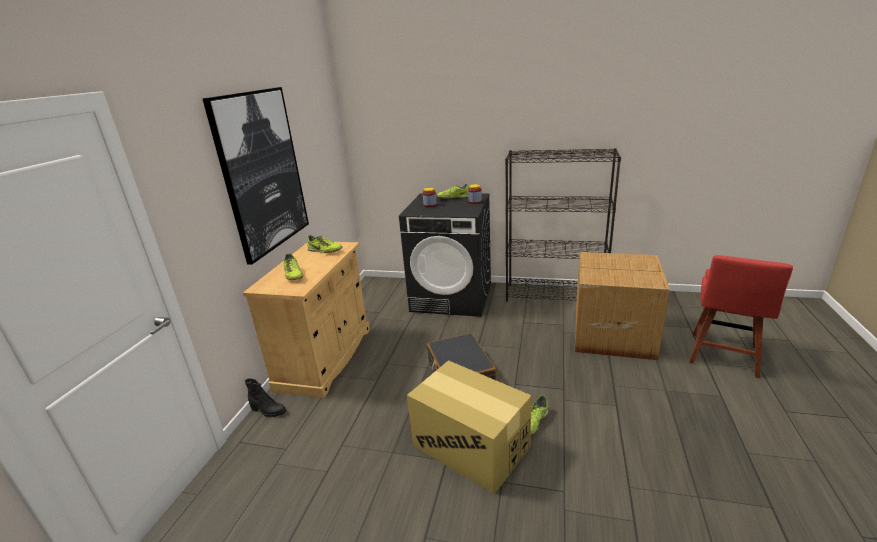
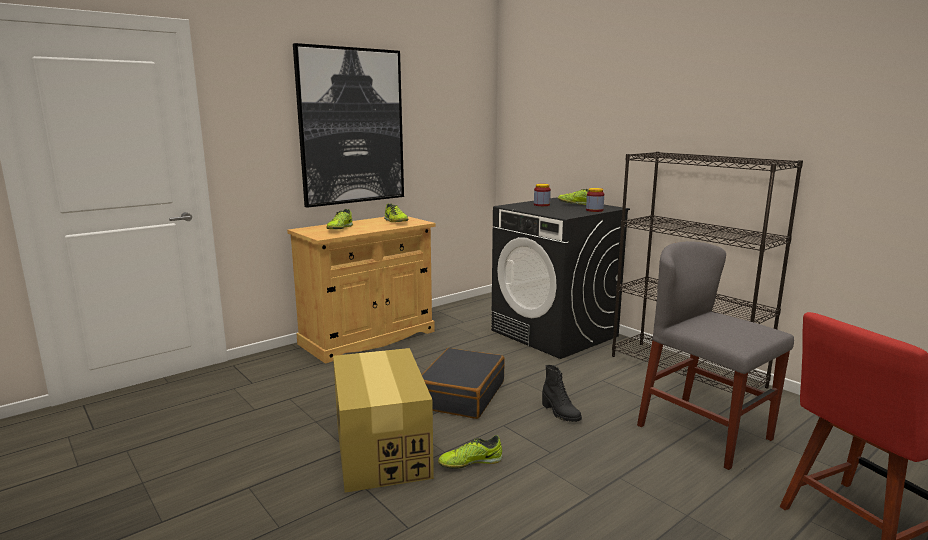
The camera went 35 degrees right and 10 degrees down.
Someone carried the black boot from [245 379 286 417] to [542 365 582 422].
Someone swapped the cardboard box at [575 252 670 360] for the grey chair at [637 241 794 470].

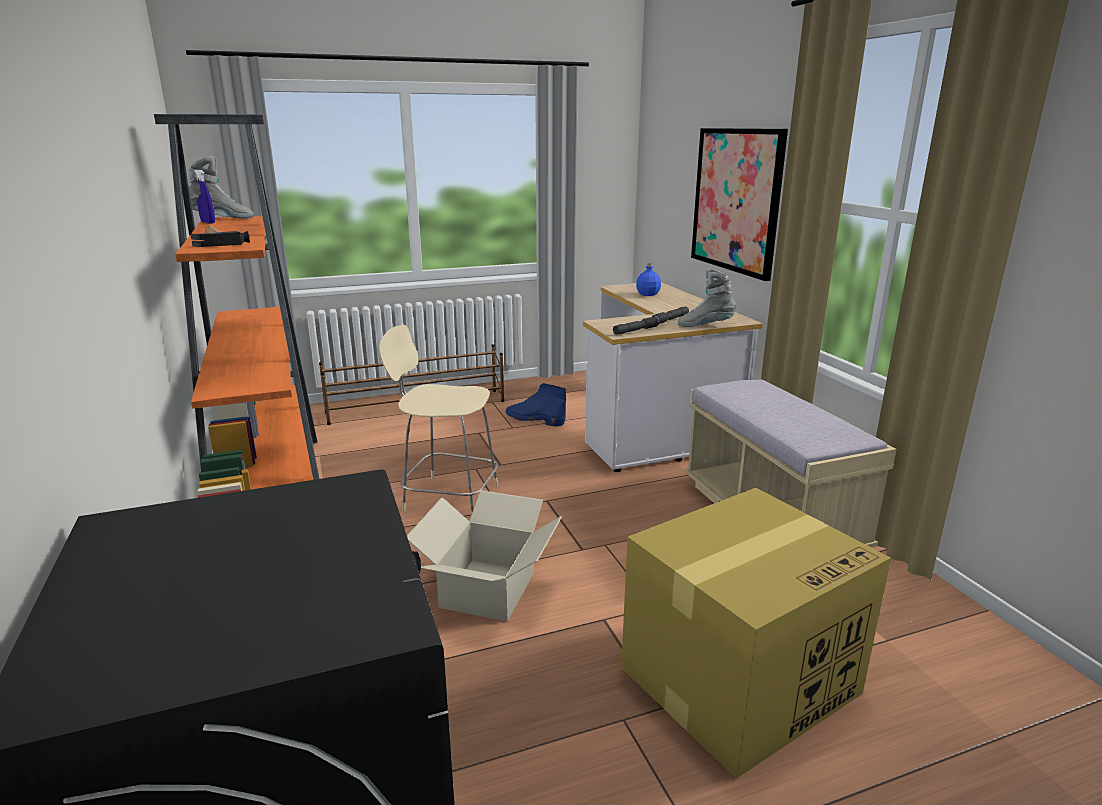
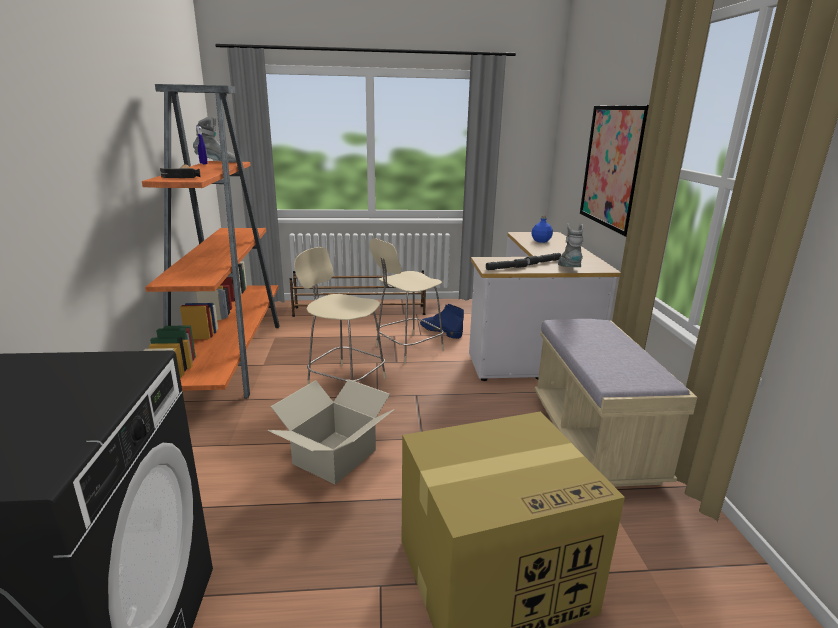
The camera went 15 degrees right and 0 degrees up.
Someone rotated the grey boot at [678 269 736 327] by 75 degrees clockwise.
Someone put down the beige stool at [370 238 444 364].

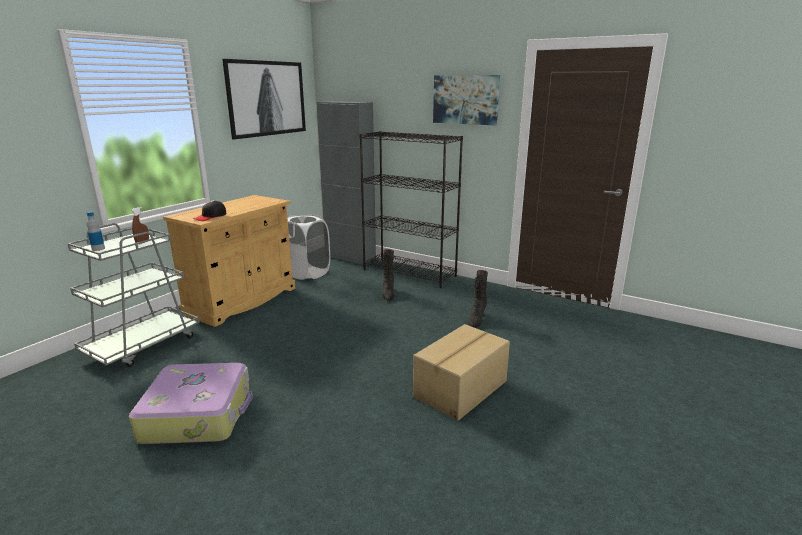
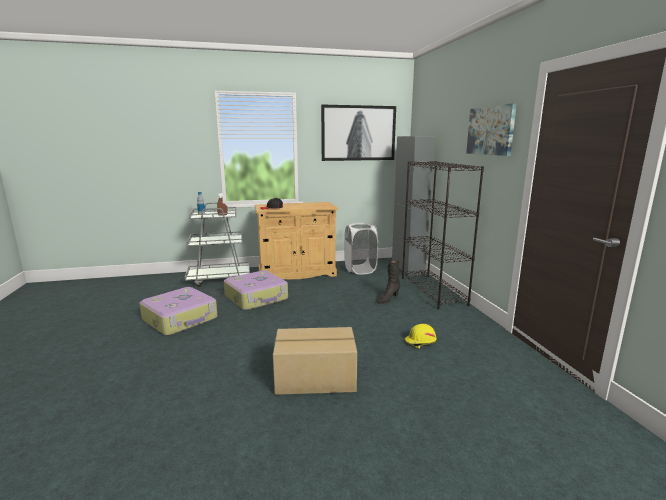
The camera went 45 degrees right and 5 degrees down.
Someone swapped the black boot at [468 270 488 328] for the yellow hard hat at [405 324 437 348].
Someone put down the suitcase at [224 270 288 310].

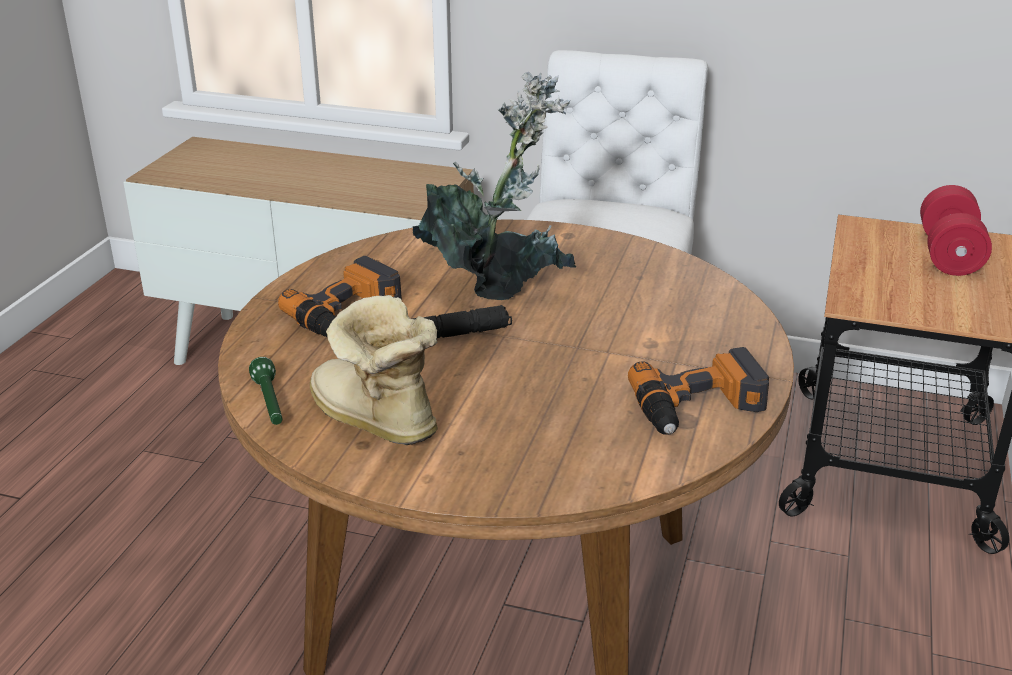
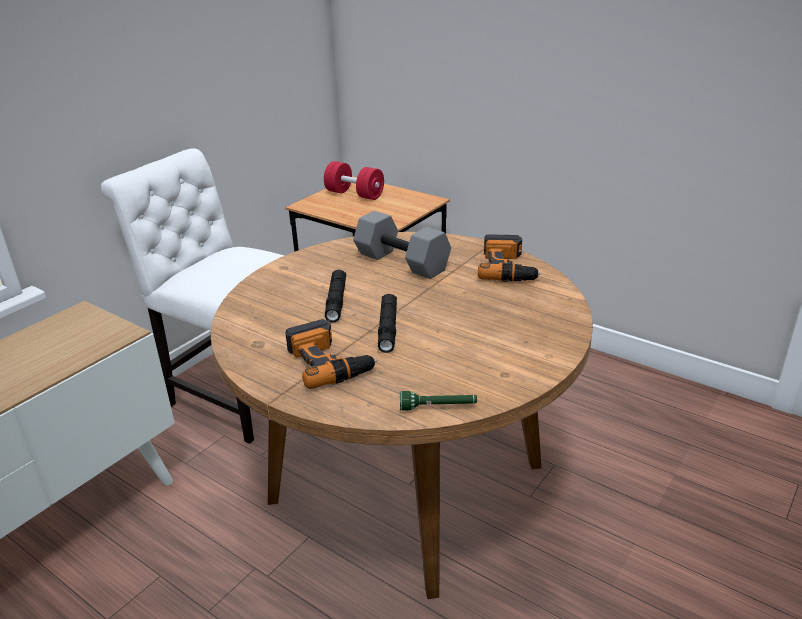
The camera went 70 degrees left and 0 degrees up.
Someone took away the boot at [310 295 438 445].
Someone swapped the potted plant at [413 72 576 300] for the black flashlight at [325 270 346 322].
Someone put down the grey dumbbell at [353 211 451 279].

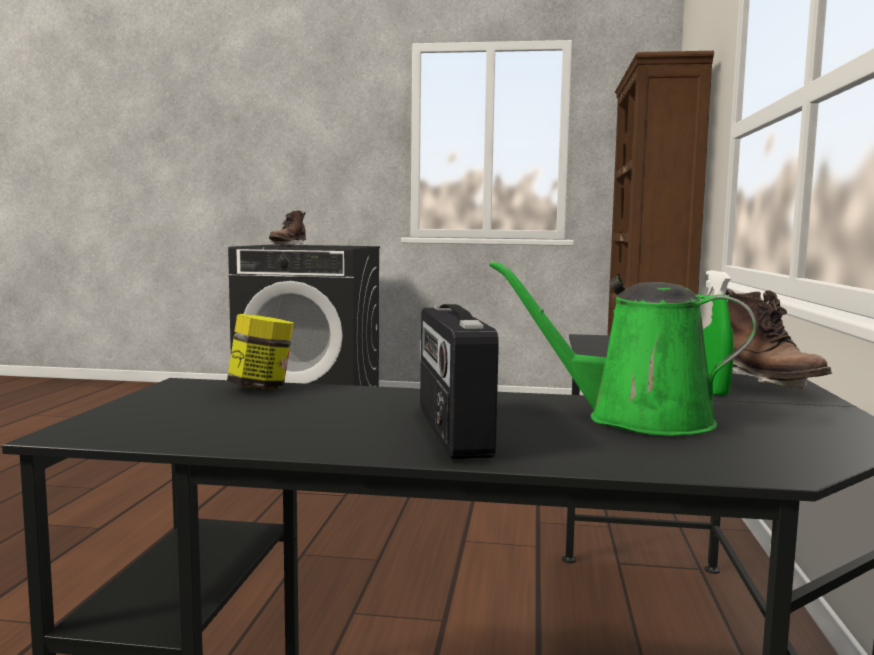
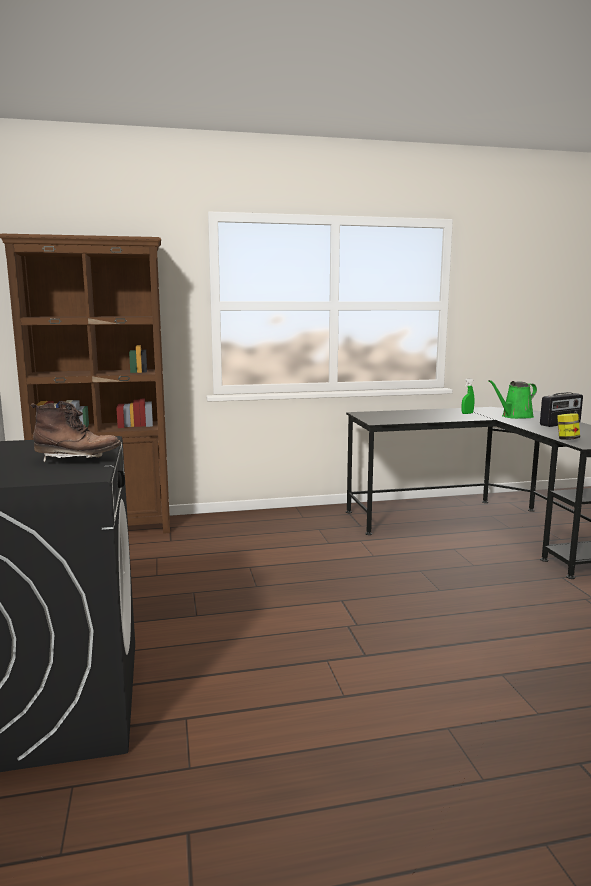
The camera went 110 degrees left and 5 degrees up.
Someone rotated the green watering can at [489 260 757 436] by 60 degrees clockwise.
Someone took away the brown boot at [726 288 832 389].

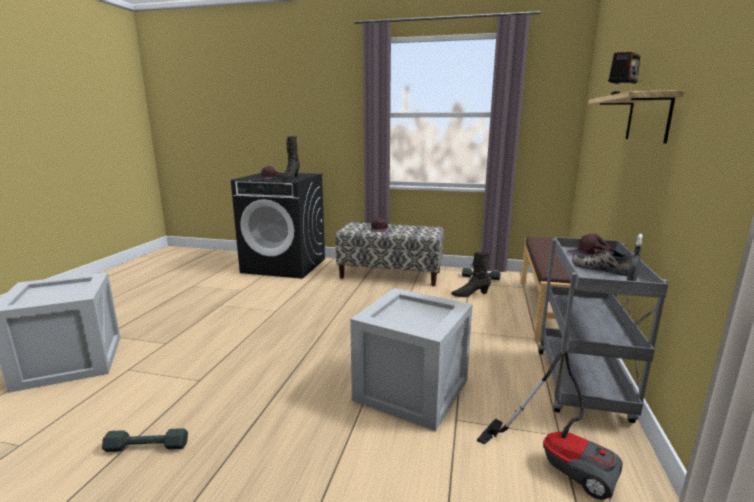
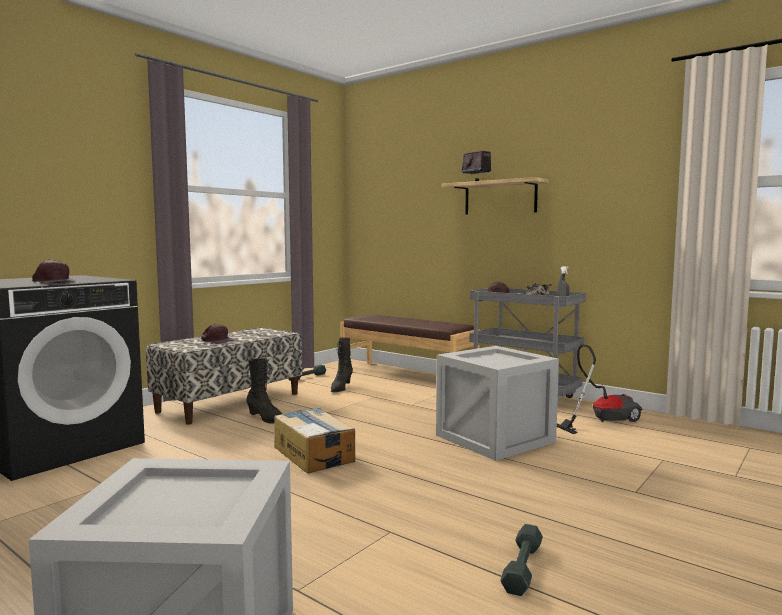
The camera went 65 degrees left and 10 degrees down.
Someone carried the black boot from [283 136 300 180] to [246 358 283 424].
Someone put down the cardboard box at [274 408 355 473].

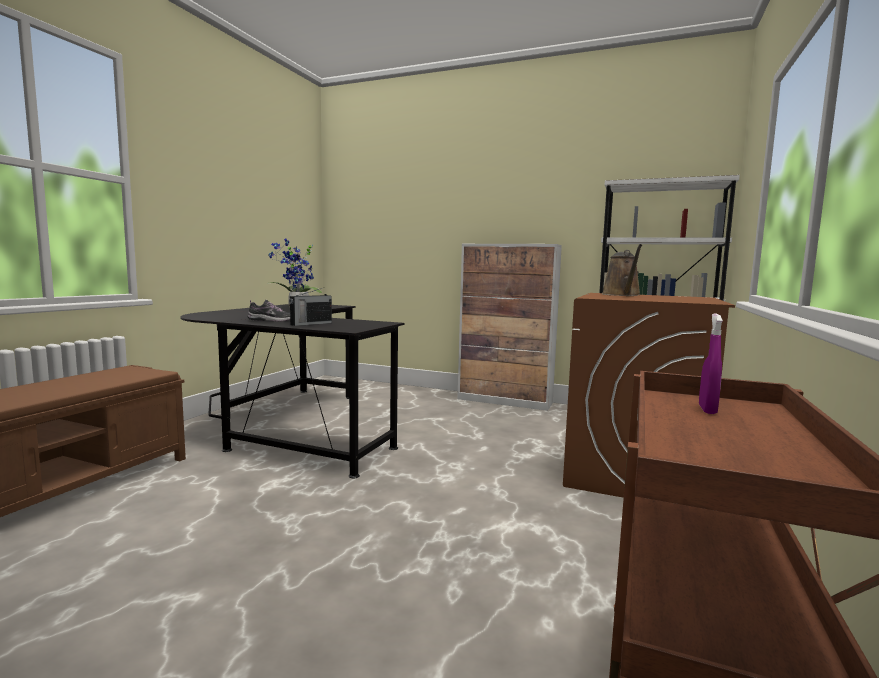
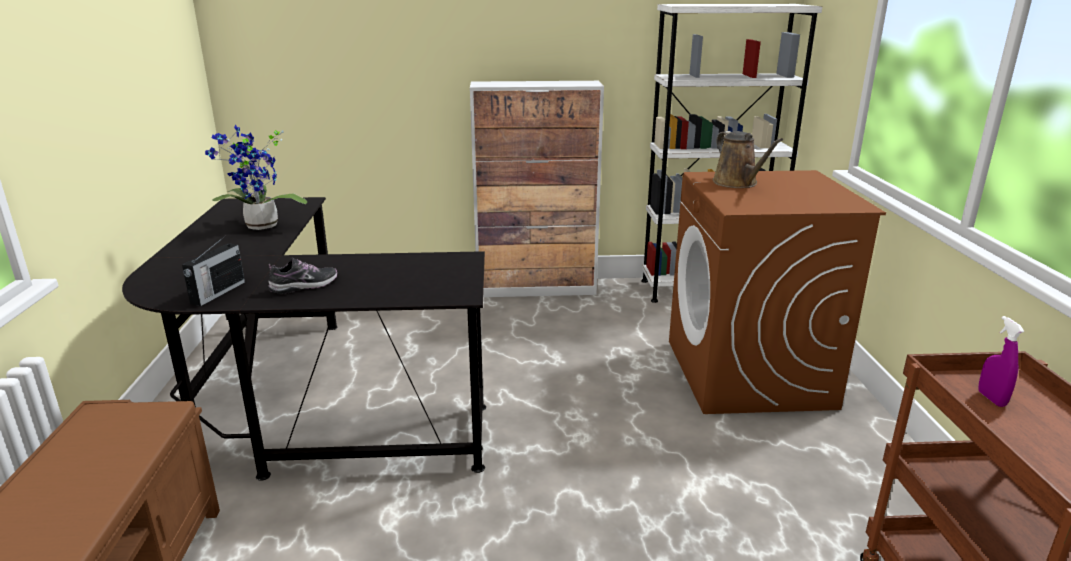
The camera went 25 degrees left and 15 degrees up.
Someone carried the radio from [289 287 332 326] to [182 235 245 306].

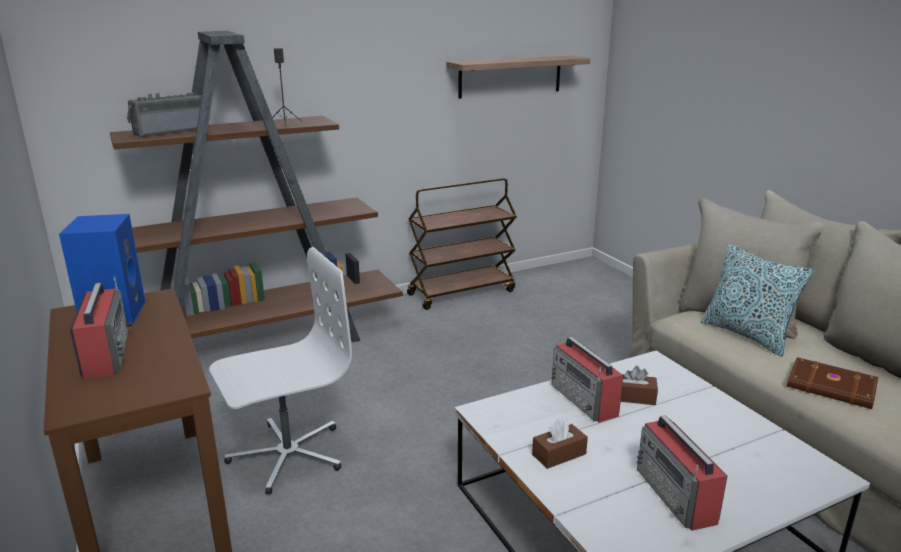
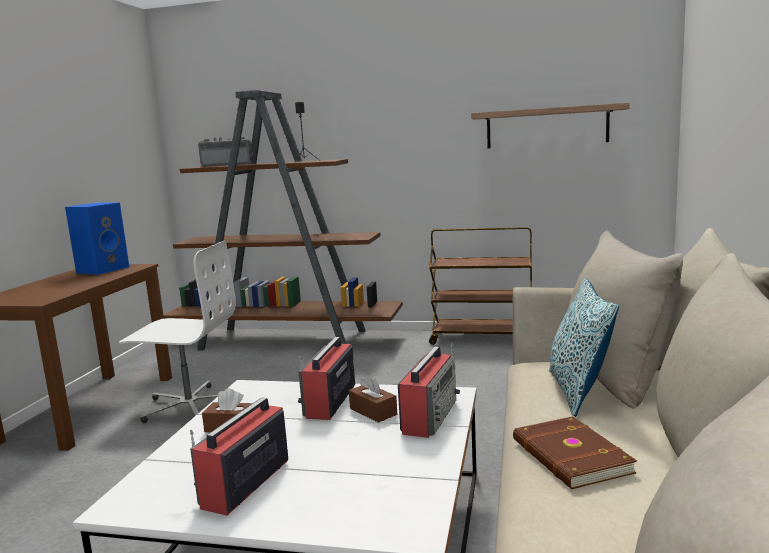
The camera went 40 degrees right and 10 degrees down.
Someone carried the radio from [70 276 132 379] to [398 343 460 438].

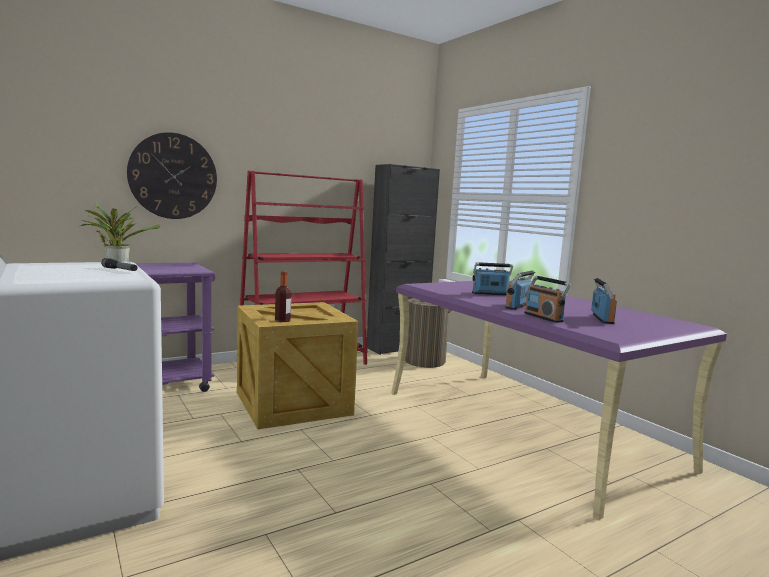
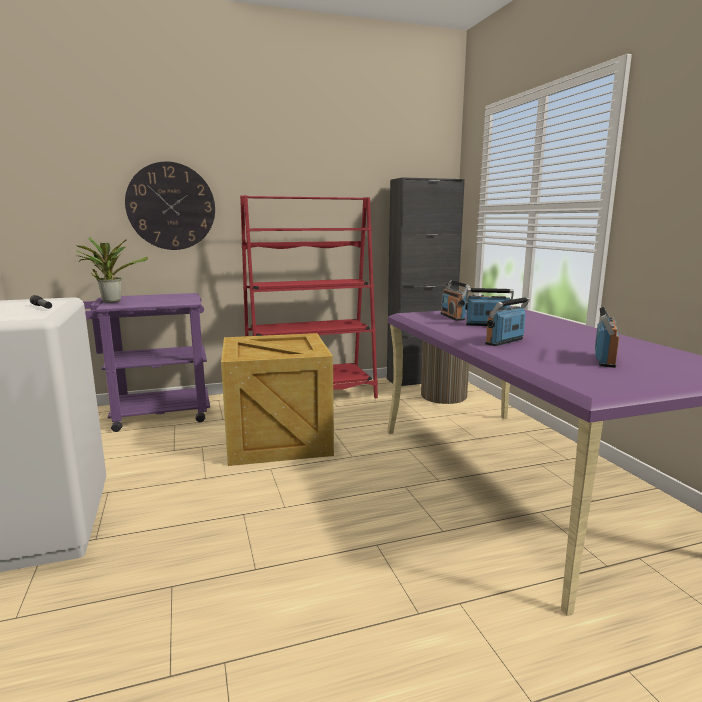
The camera went 15 degrees right and 5 degrees up.
Someone took away the bottle at [275 271 291 322].
Someone carried the radio from [524 275 571 323] to [441 280 470 321].

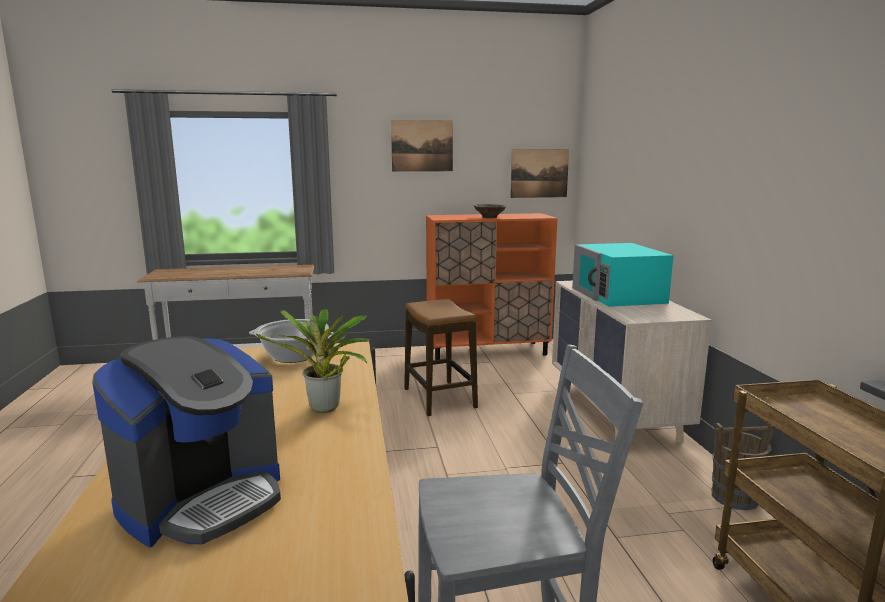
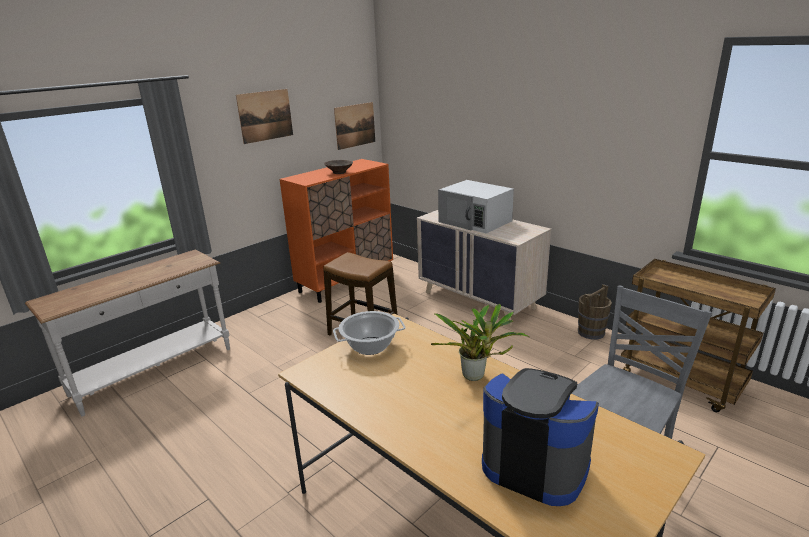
The camera went 35 degrees left and 10 degrees up.
Someone rotated the coffee machine at [92 336 281 547] by 60 degrees counterclockwise.
Someone repainted the turquoise microwave at [572 243 673 307], which became the white microwave at [438 180 514 233].

